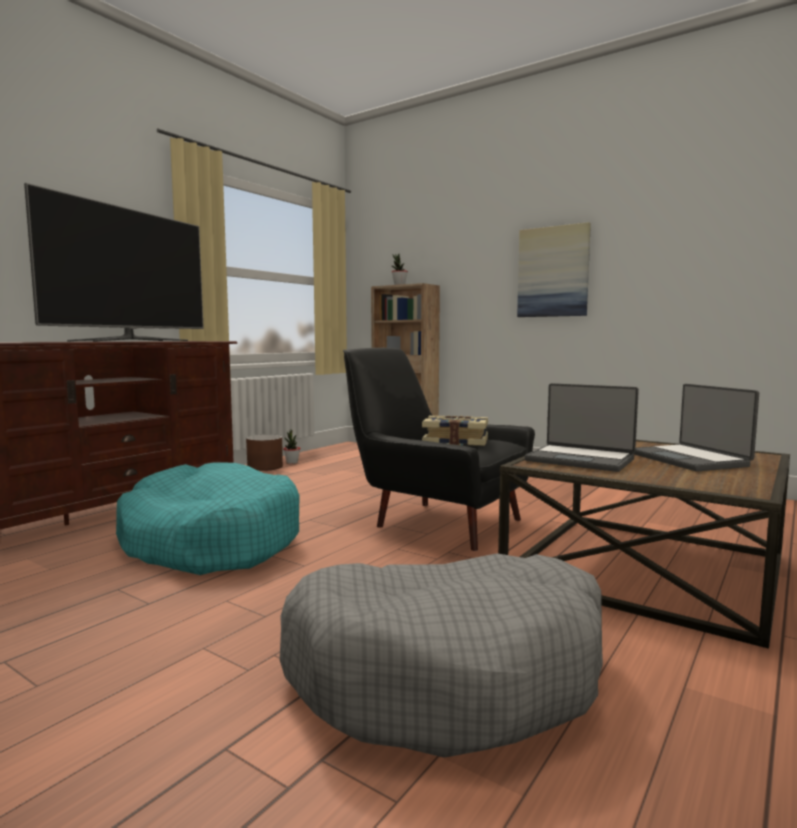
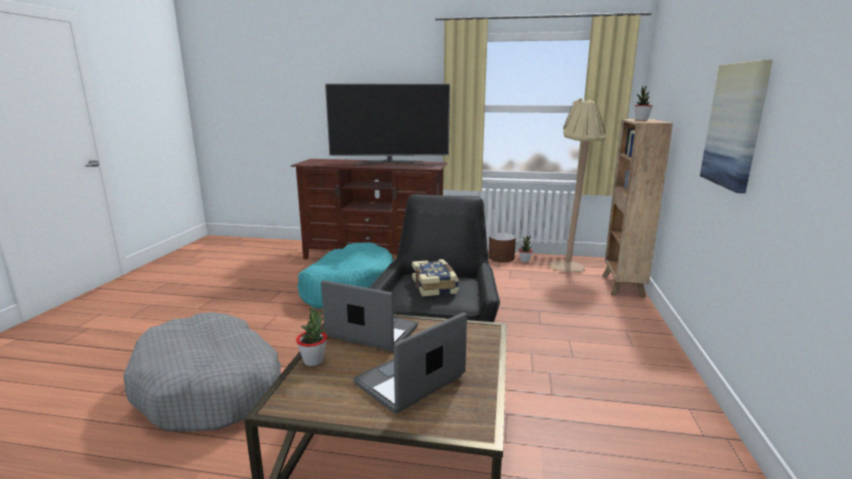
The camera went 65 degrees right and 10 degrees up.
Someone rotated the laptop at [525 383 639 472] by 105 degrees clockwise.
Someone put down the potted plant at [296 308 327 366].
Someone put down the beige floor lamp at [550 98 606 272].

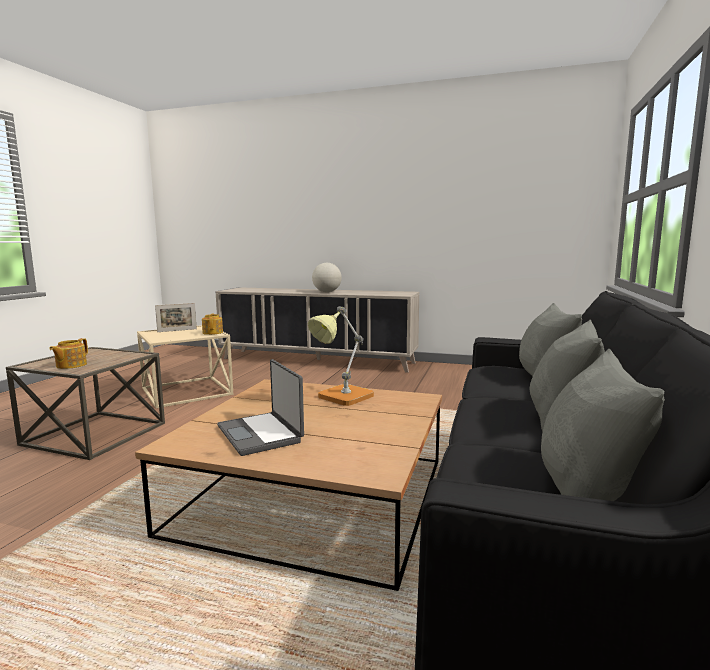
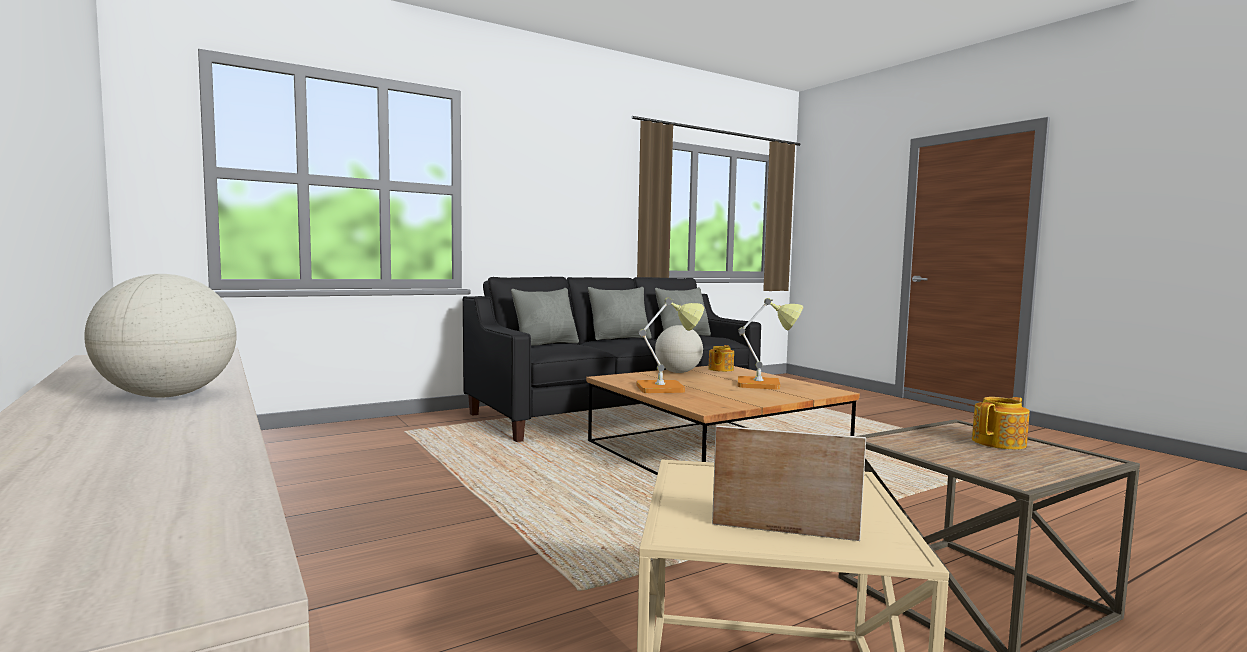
The camera went 140 degrees left and 5 degrees down.
Someone carried the teapot from [202 314 223 335] to [708 345 734 372].
Someone swapped the laptop at [217 359 304 456] for the table lamp at [738 298 803 389].
Someone put down the globe at [655 325 703 373].

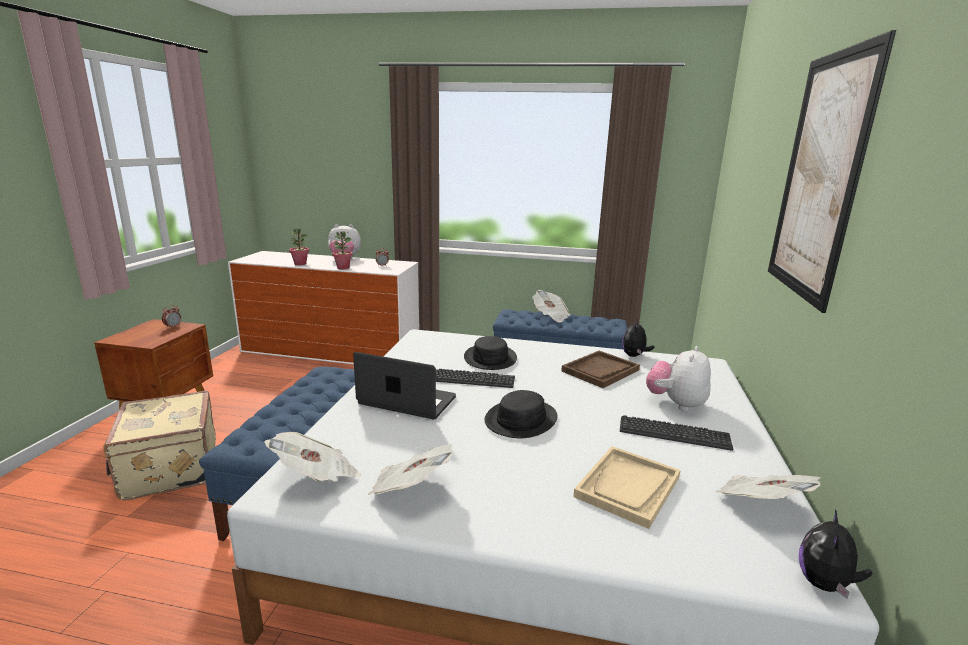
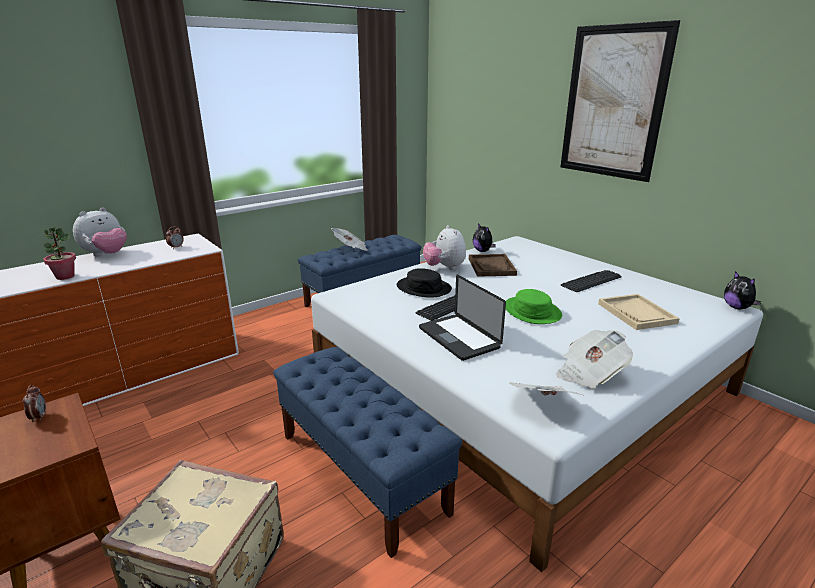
The camera went 50 degrees left and 5 degrees up.
Someone took away the potted plant at [332 231 352 269].
Someone rotated the laptop at [353 352 456 419] by 90 degrees counterclockwise.
Someone repainted the black hat at [485 390 558 438], which became the green hat at [506 289 562 324].
Someone carried the plush toy from [646 346 711 411] to [423 225 466 270].
Someone took away the newspaper at [716 475 821 499].

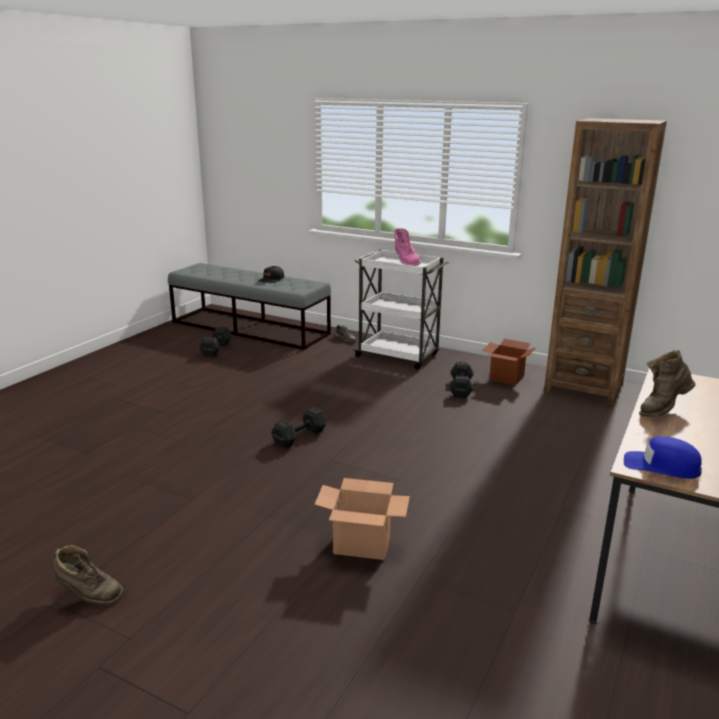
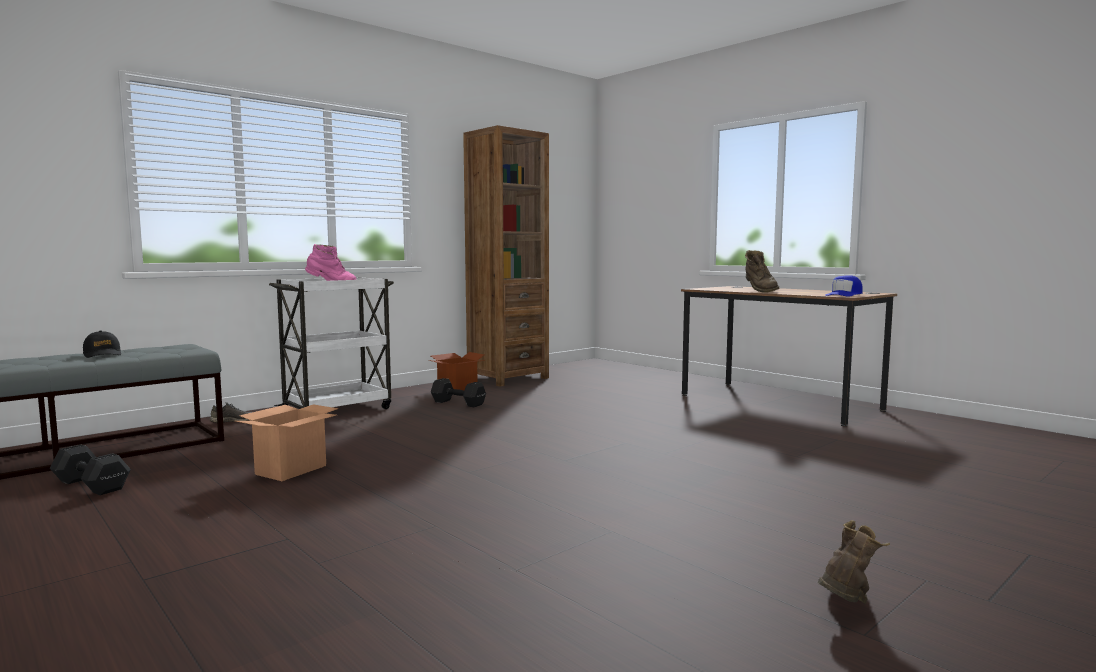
The camera went 70 degrees left and 15 degrees down.
Someone took away the black dumbbell at [271 407 327 449].
Someone carried the cardboard box from [315 478 410 560] to [235 404 338 481].

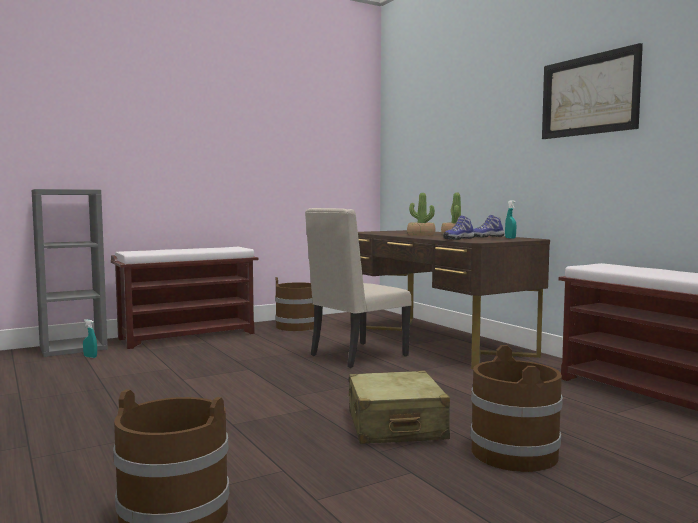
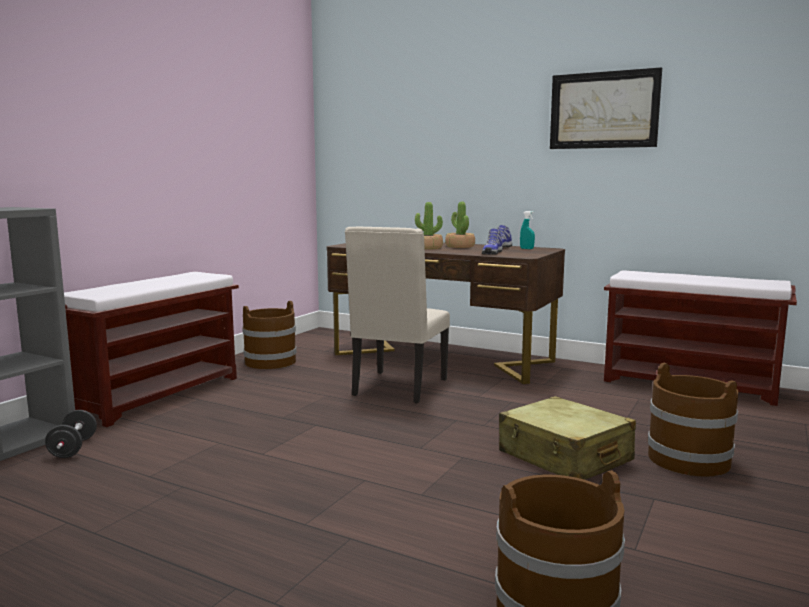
The camera went 30 degrees left and 5 degrees up.
Someone swapped the turquoise spray bottle at [83 319 97 358] for the black dumbbell at [45 410 97 458].

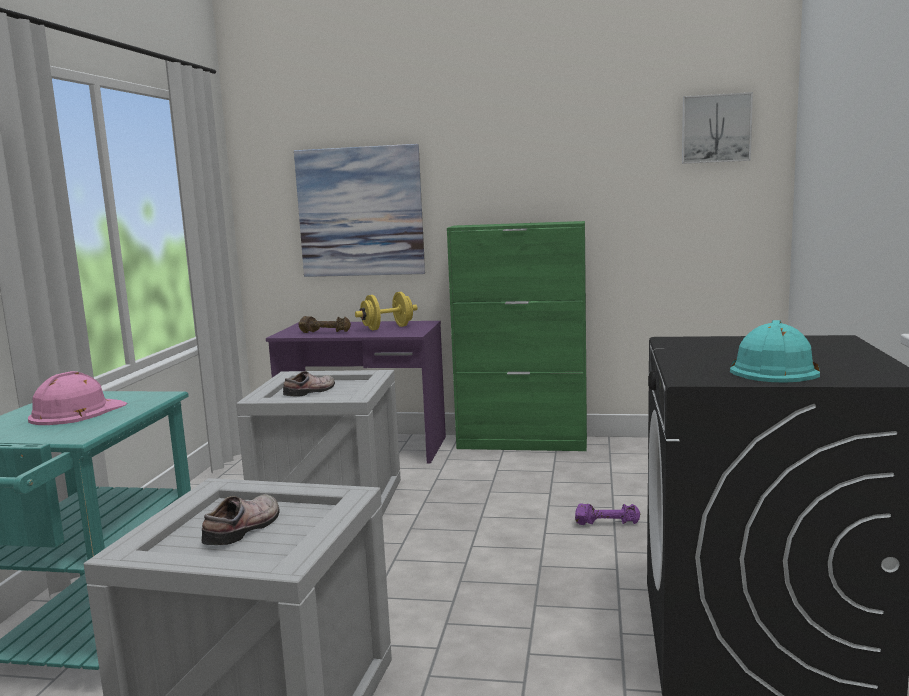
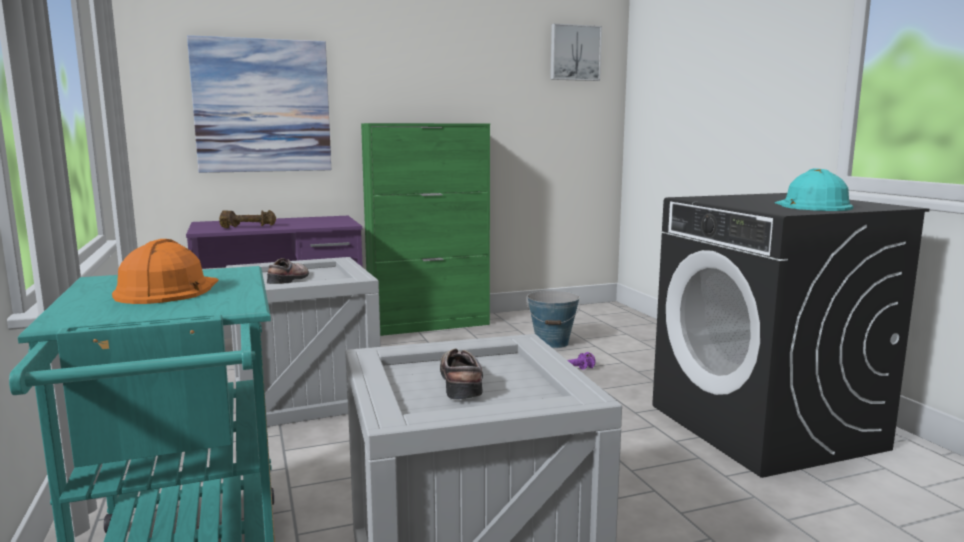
The camera went 30 degrees left and 0 degrees up.
Someone repainted the pink hard hat at [28 371 128 425], which became the orange hard hat at [112 239 219 304].
Someone took away the yellow dumbbell at [355 292 417 330].
Someone put down the bucket at [526 290 581 348].

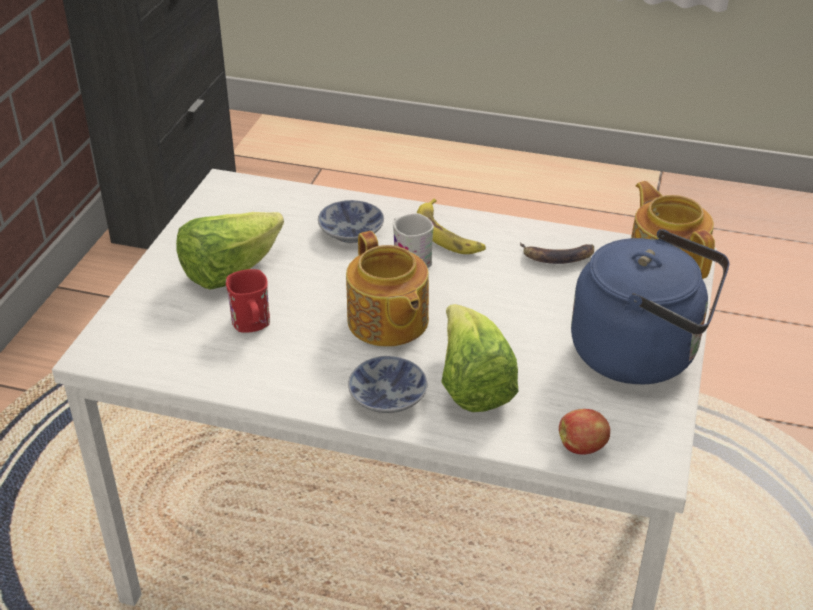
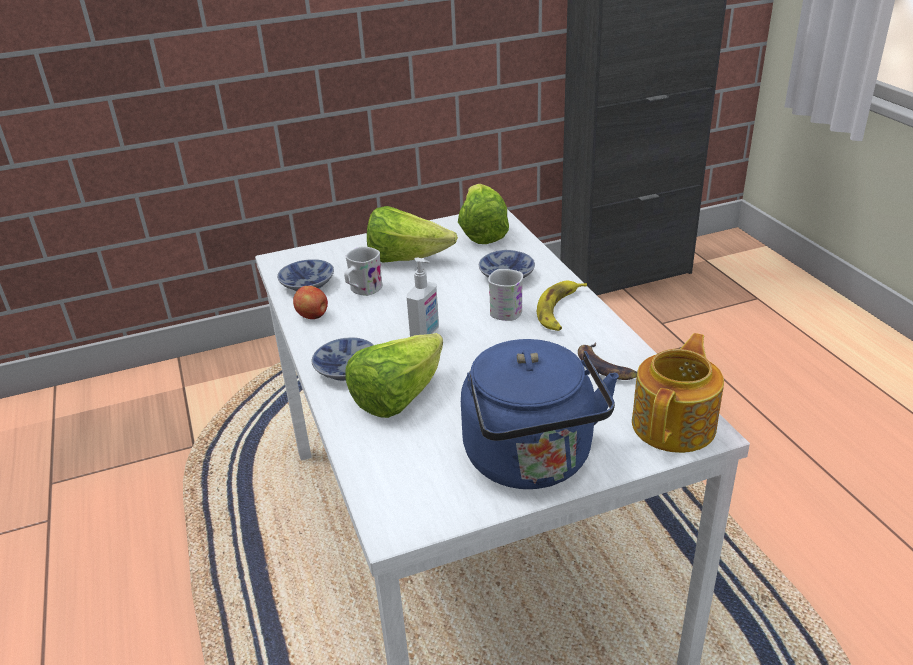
The camera went 55 degrees right and 5 degrees down.
Someone repainted the red mug at [226 269 270 333], which became the white mug at [344 246 383 296].
Someone swapped the teapot at [346 231 429 347] for the soap dispenser at [407 258 439 337].
Someone carried the apple from [559 409 610 455] to [293 286 328 319].
Someone put down the bowl at [277 259 334 291].
Someone put down the lettuce at [458 184 509 244].

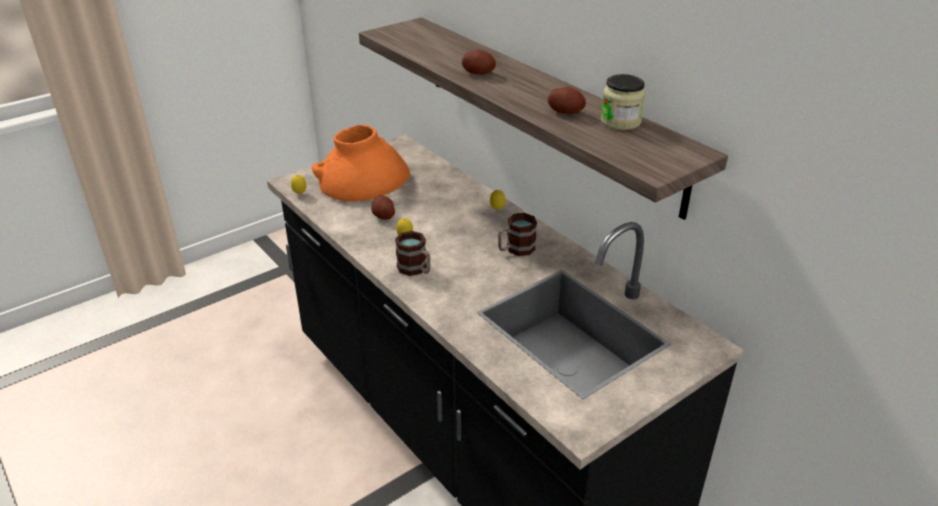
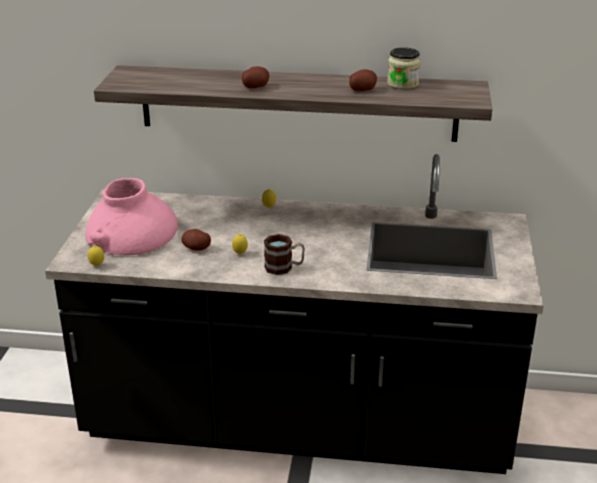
The camera went 45 degrees left and 5 degrees down.
Someone repainted the orange vase at [312 125 410 201], which became the pink vase at [85 178 178 255].
Someone took away the mug at [498 213 537 256].

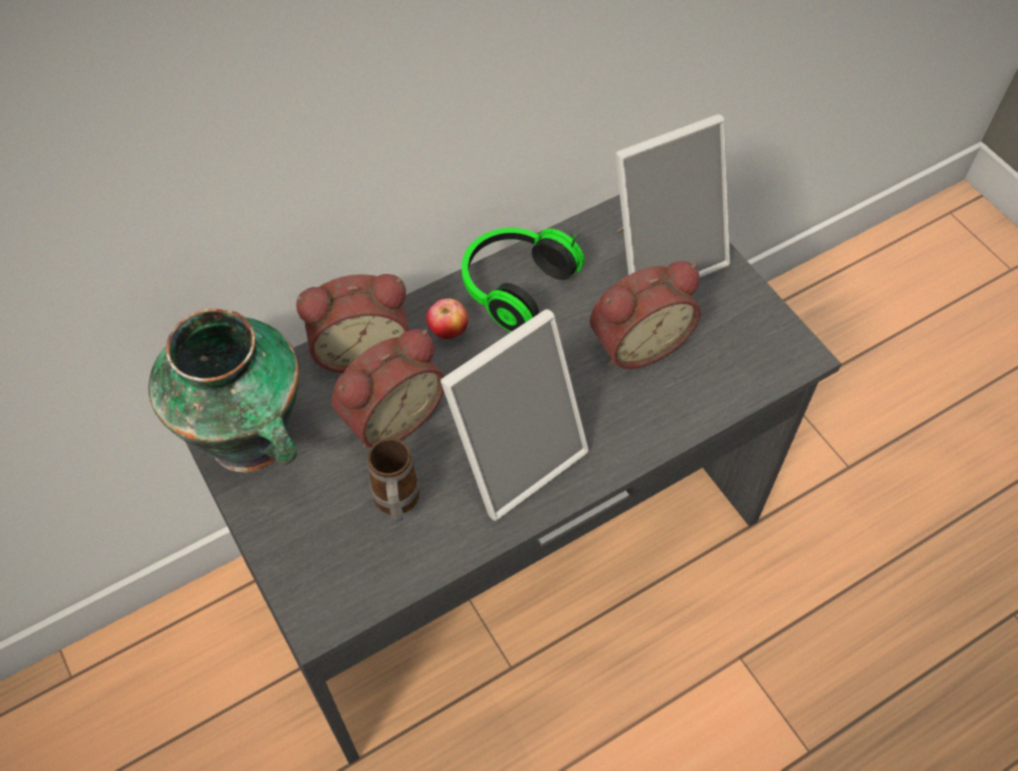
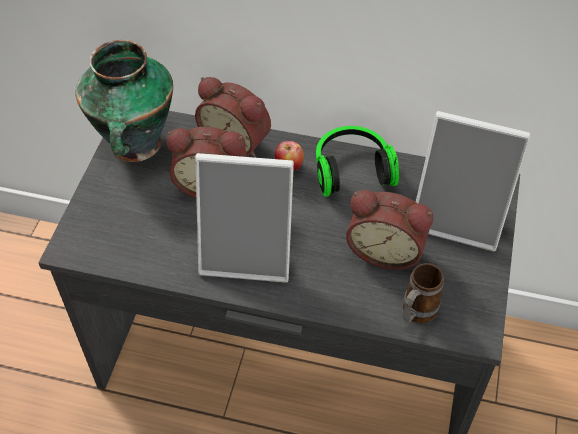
The camera went 45 degrees right and 5 degrees down.
Someone carried the mug from [367 438 420 522] to [403 263 444 323].

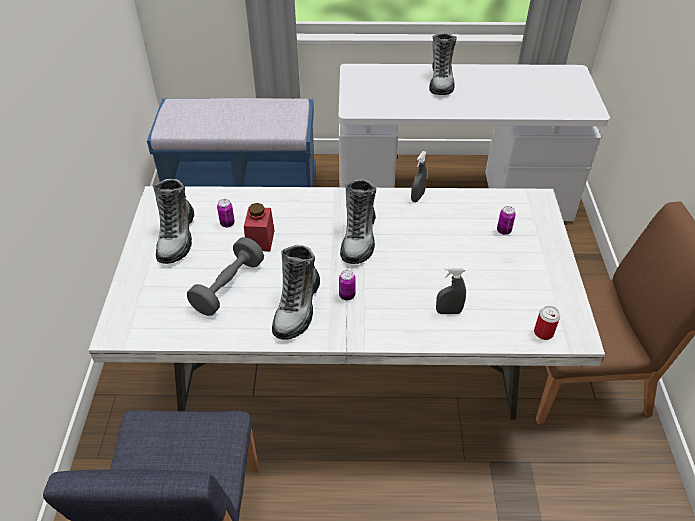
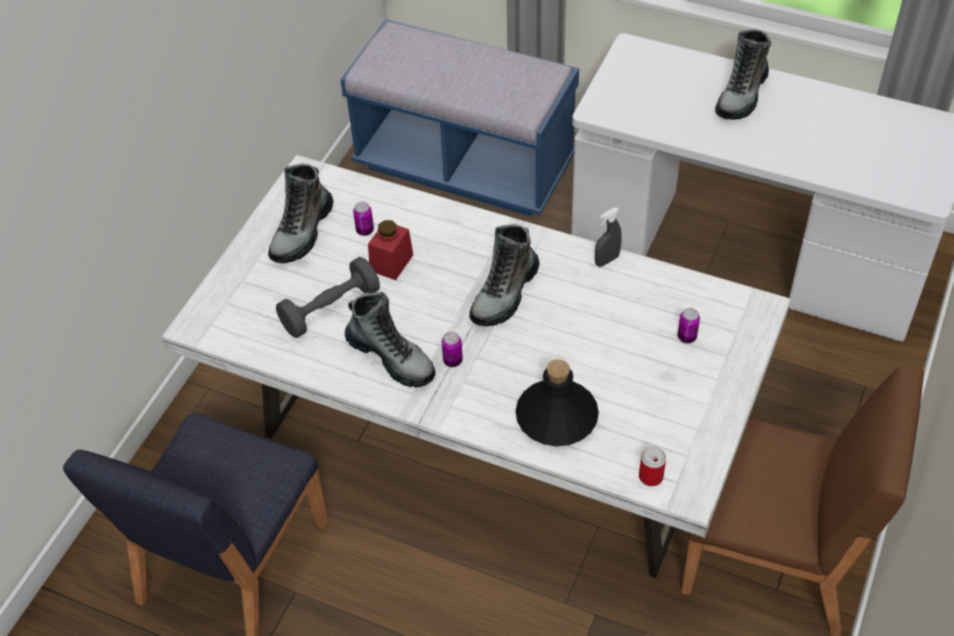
The camera went 25 degrees right and 5 degrees up.
Someone rotated the boot at [272 245 320 340] by 90 degrees counterclockwise.
Someone swapped the grey spray bottle at [436 267 466 314] for the black bottle at [516 359 599 446].

